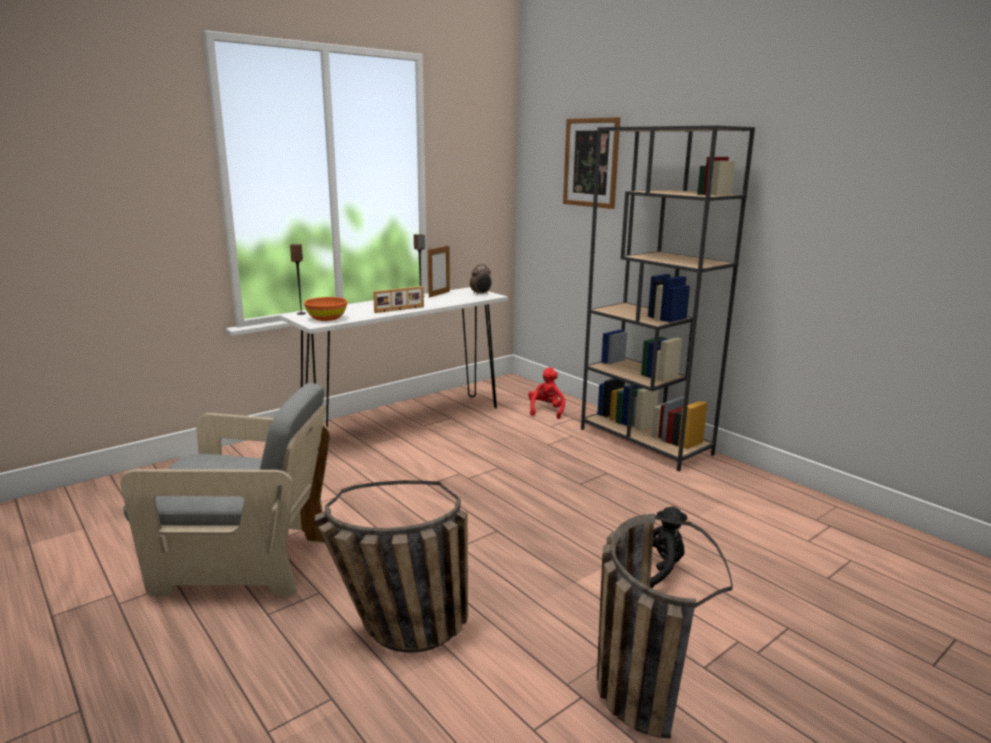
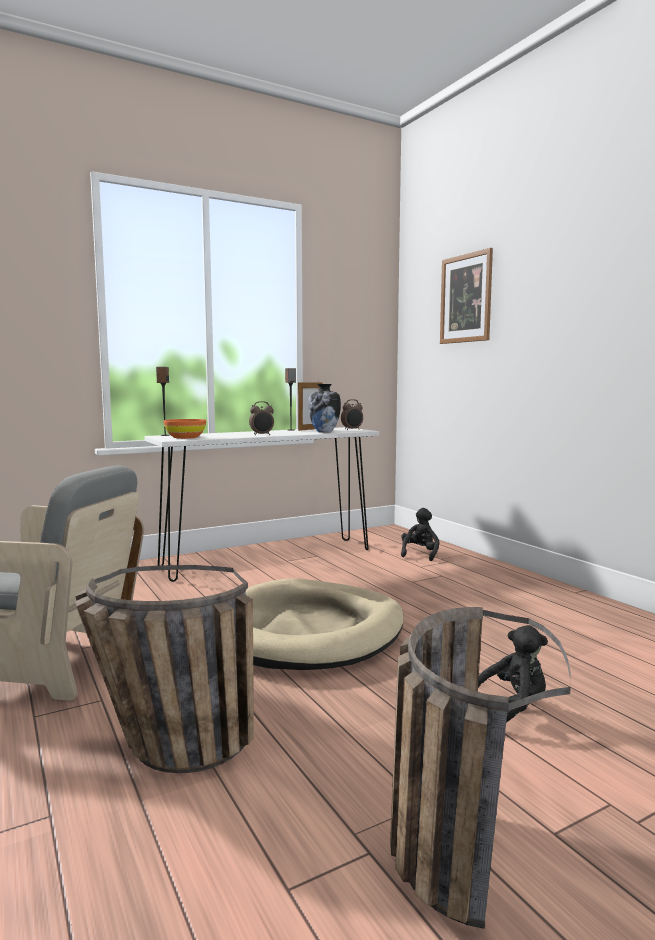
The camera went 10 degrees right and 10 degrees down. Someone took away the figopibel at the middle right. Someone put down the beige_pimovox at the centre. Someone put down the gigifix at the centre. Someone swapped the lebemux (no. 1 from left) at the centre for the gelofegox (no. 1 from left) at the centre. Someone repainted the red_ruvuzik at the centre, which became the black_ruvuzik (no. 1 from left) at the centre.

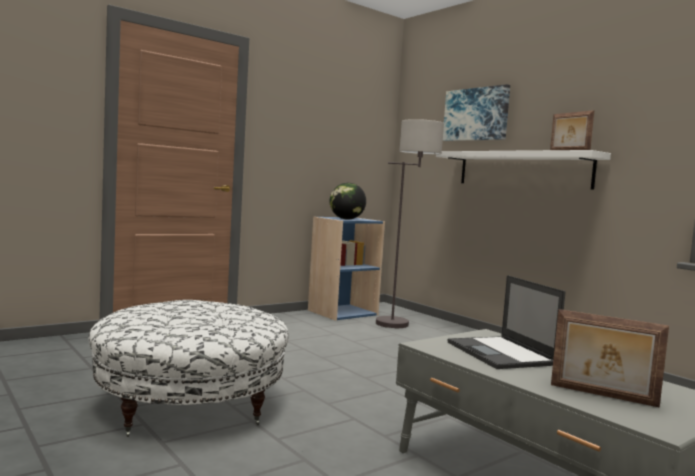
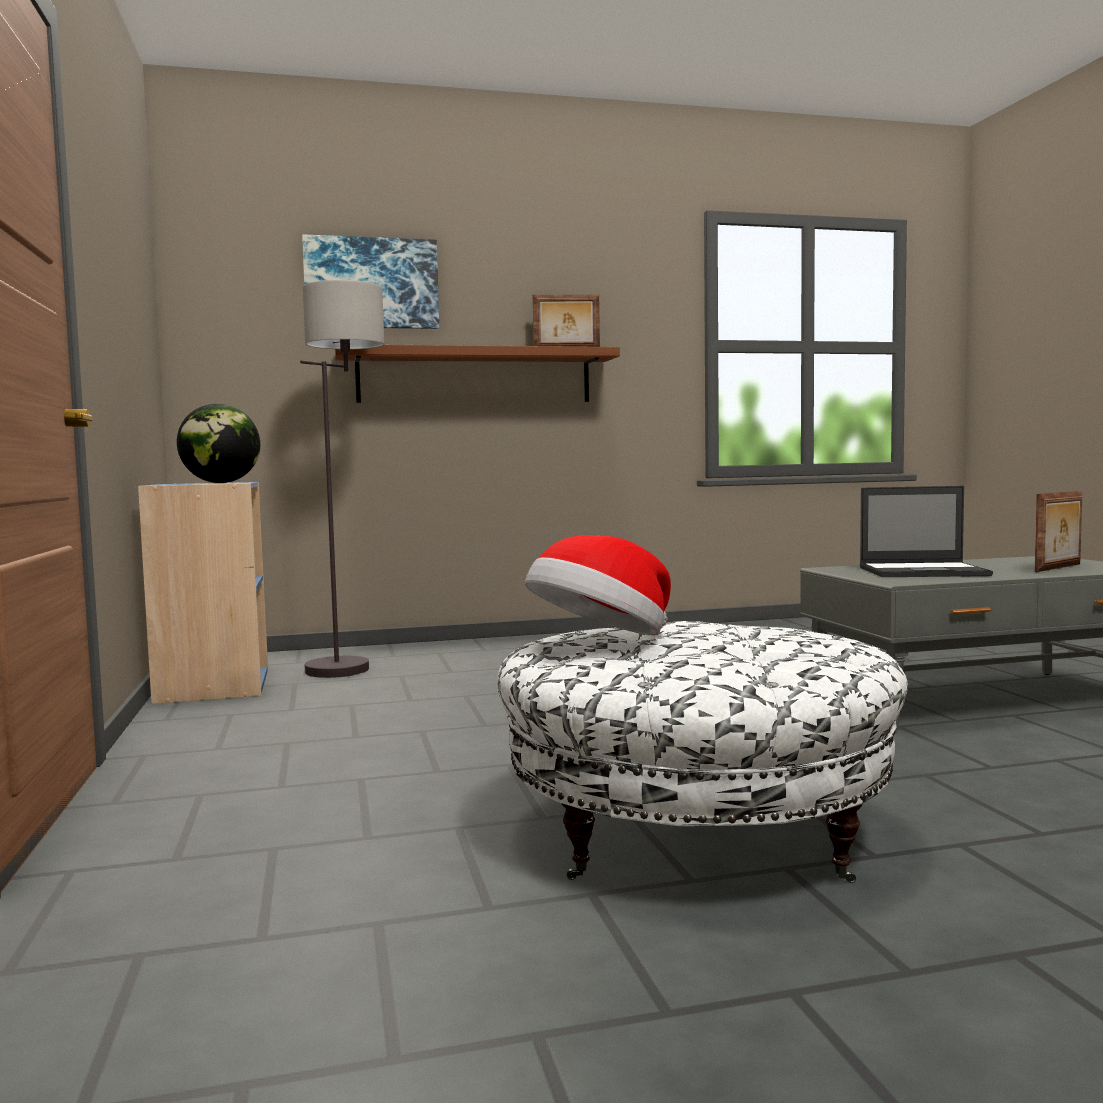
The camera went 65 degrees left and 0 degrees up. Someone put down the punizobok at the centre. Someone repainted the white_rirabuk at the middle right, which became the brown_rirabuk at the centre.

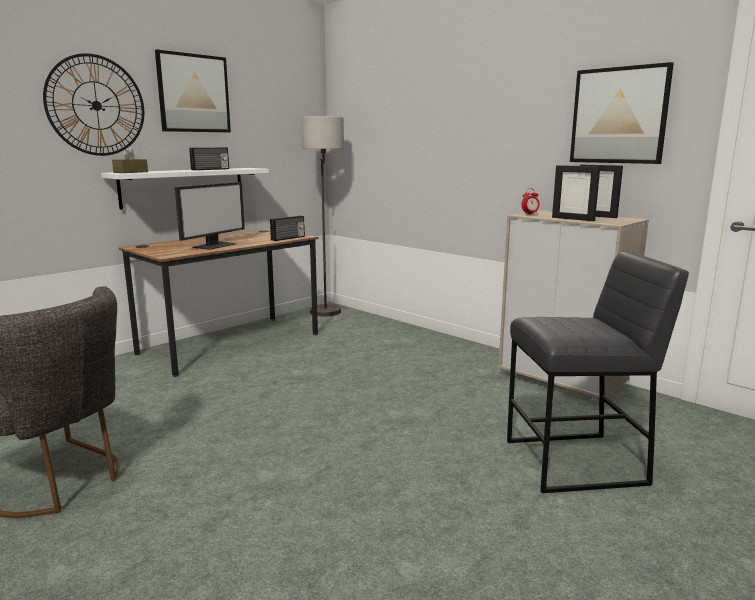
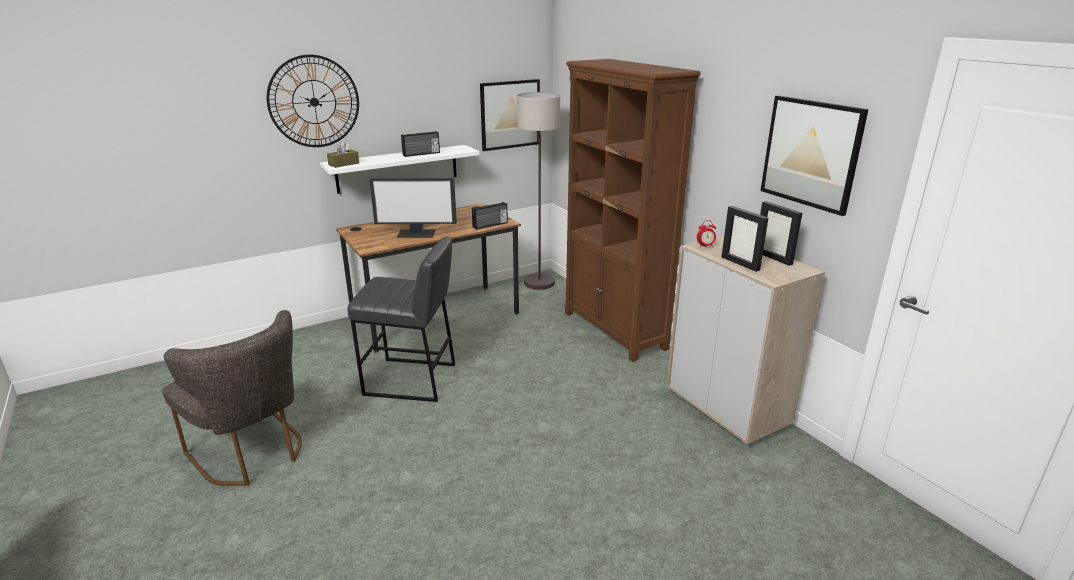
The camera went 15 degrees right and 10 degrees up. Someone put down the brown_figopibel at the centre. Someone carried the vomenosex (no. 1 from left) from the top left to the top centre. Someone carried the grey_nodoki from the middle right to the centre. Someone rotated the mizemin at the middle left by 45 degrees clockwise.

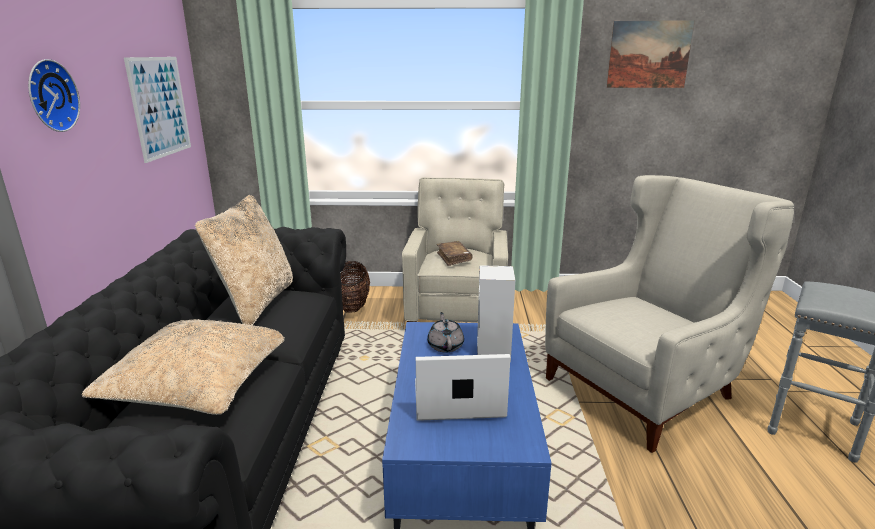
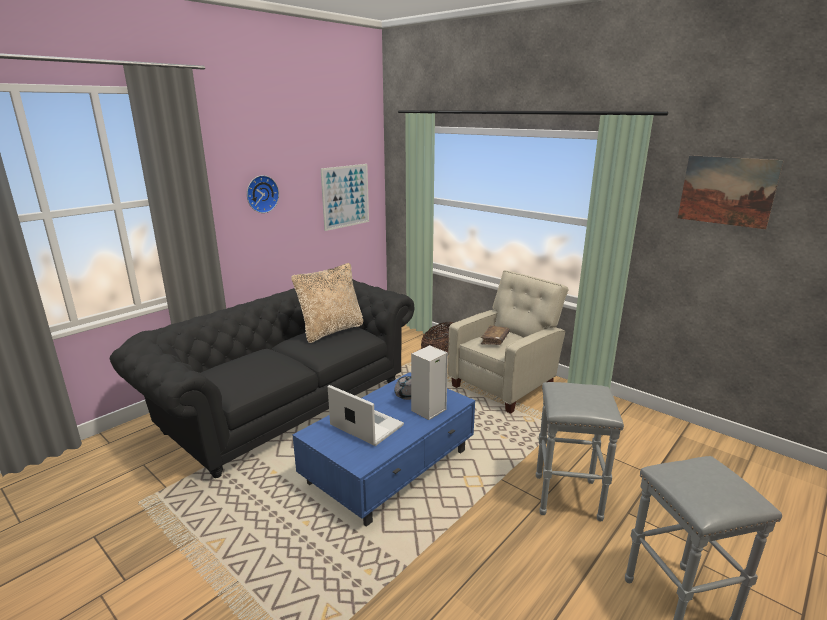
The camera went 40 degrees right and 0 degrees up. Someone took away the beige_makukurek (no. 1 from left) at the bottom left. Someone swapped the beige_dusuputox (no. 2 from left) at the middle right for the grey_nodoki (no. 1 from left) at the bottom right.

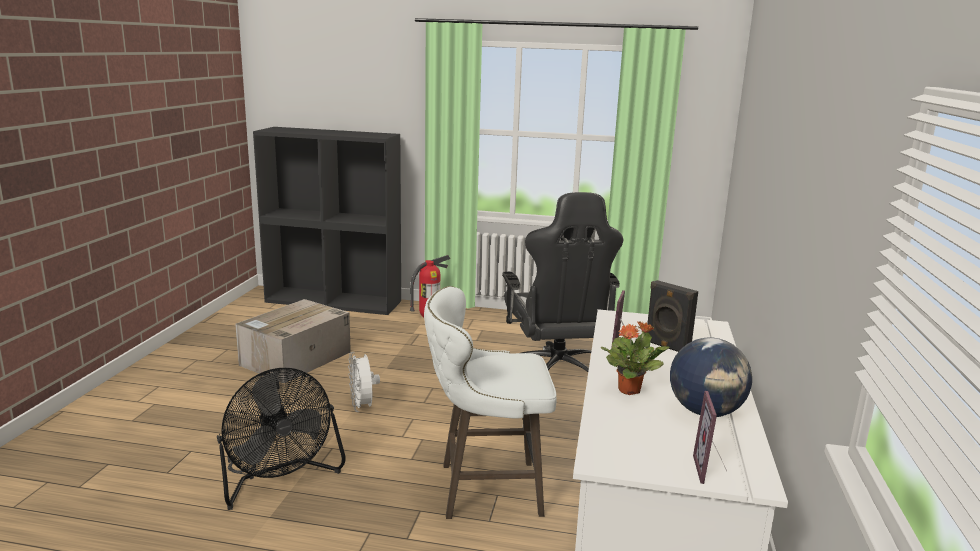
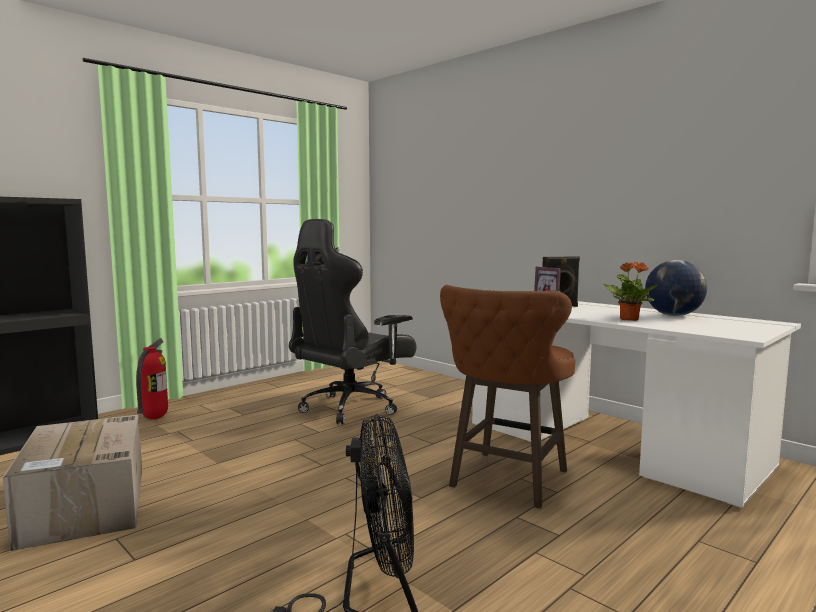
The camera went 55 degrees left and 10 degrees down. Someone took away the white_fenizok at the bottom centre. Someone took away the lebemux (no. 2 from left) at the bottom right. Someone repainted the white_nodoki at the bottom centre, which became the brown_nodoki at the centre. Someone rotated the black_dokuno at the centre by 105 degrees clockwise.

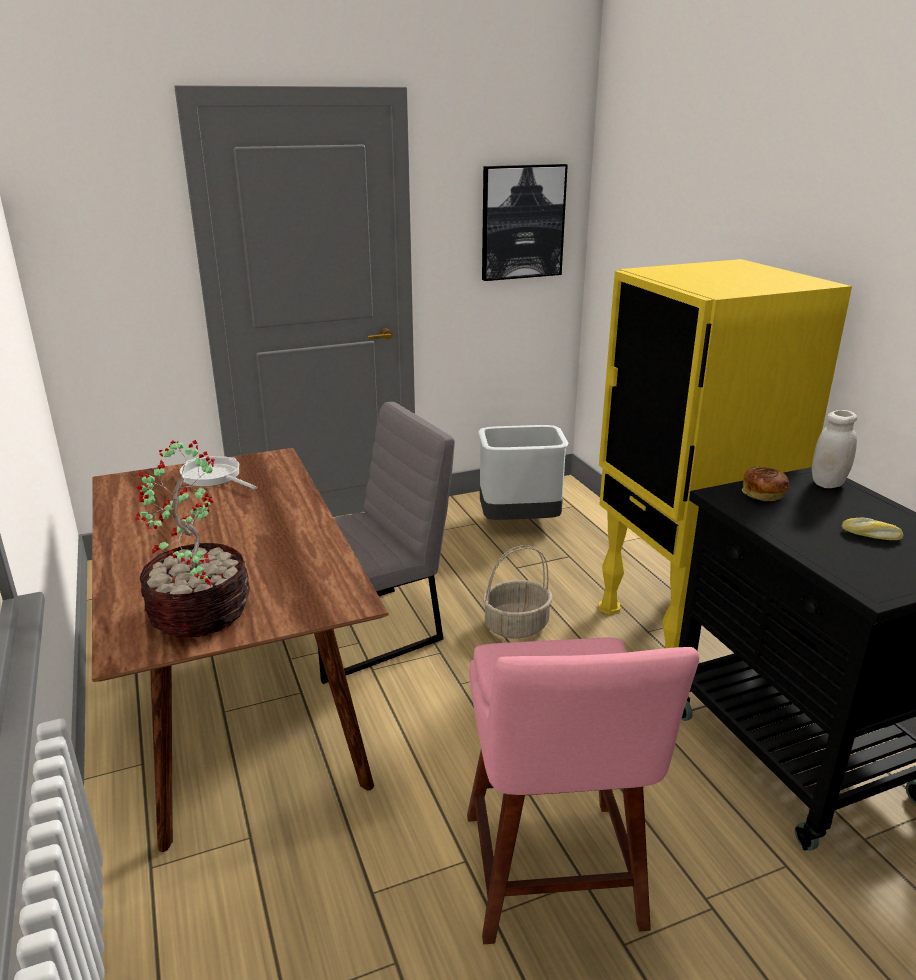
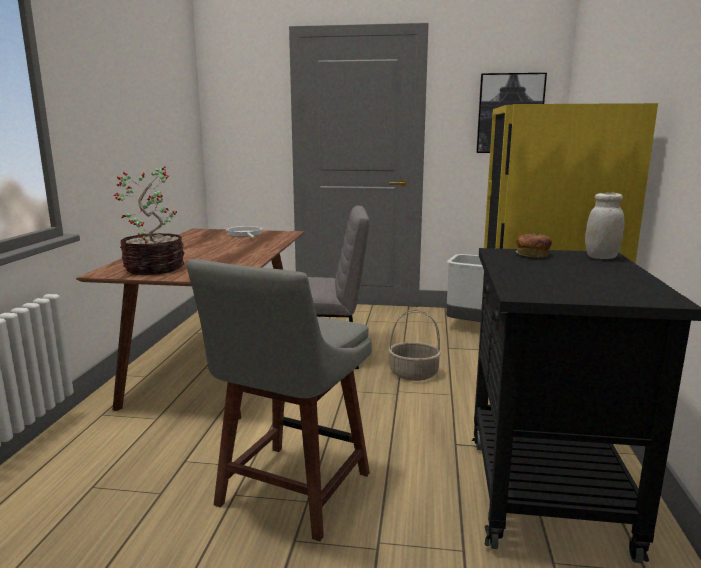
The camera went 30 degrees right and 10 degrees down. Someone took away the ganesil (no. 2 from left) at the middle right. Someone repainted the pink_nodoki at the bottom centre, which became the grey_nodoki at the bottom centre.

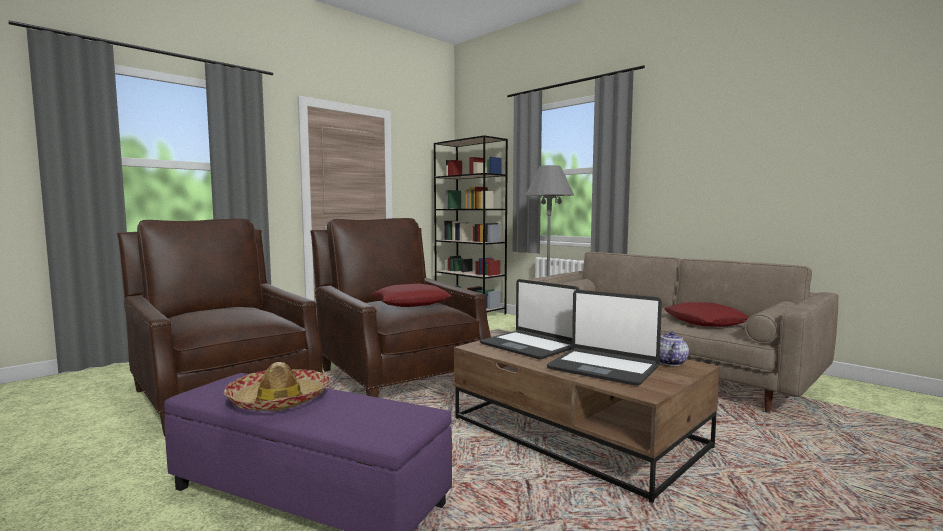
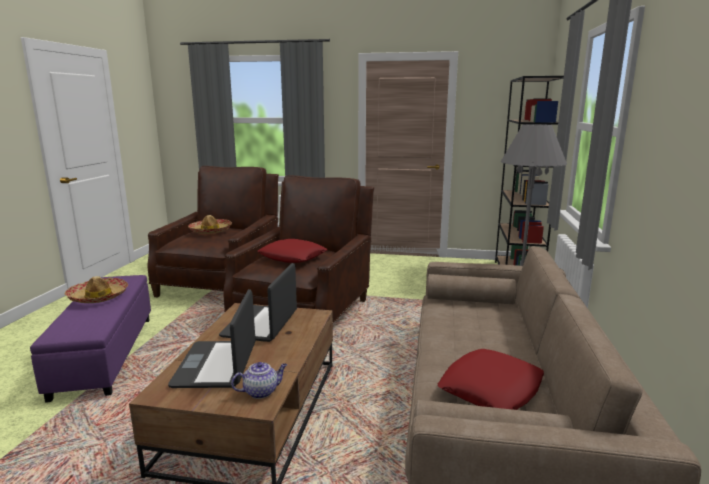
The camera went 55 degrees right and 10 degrees up. Someone put down the punizobok (no. 2 from left) at the middle left.

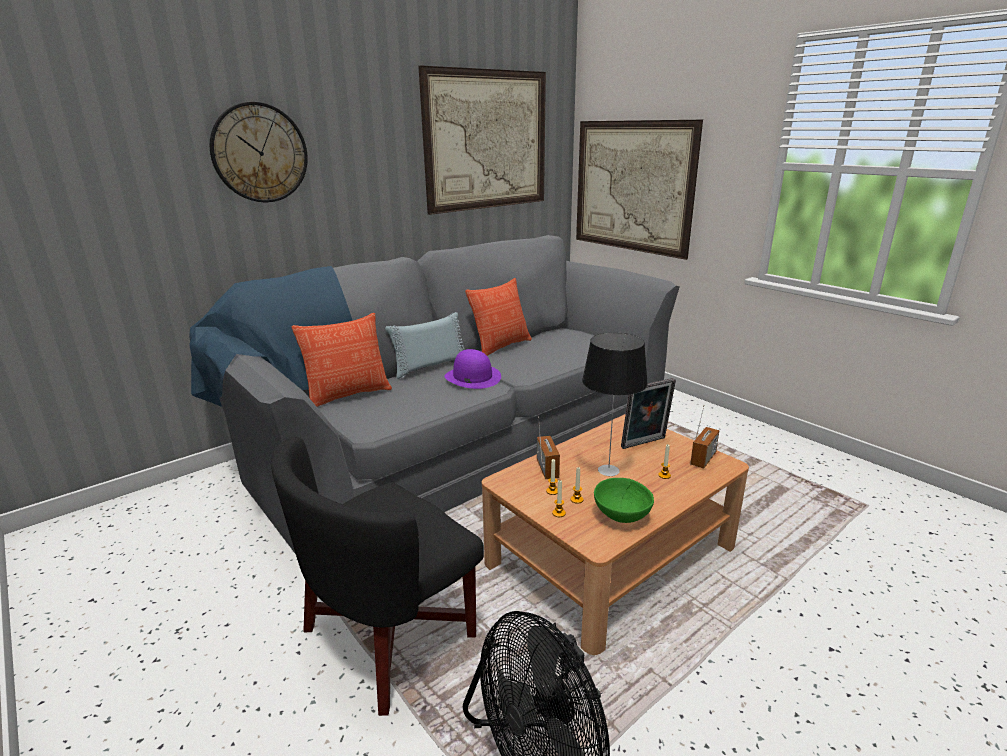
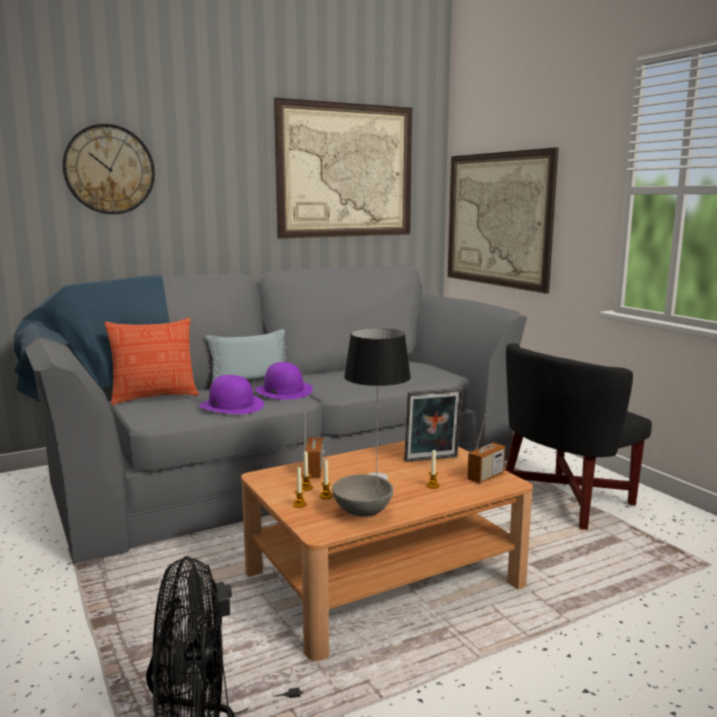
The camera went 10 degrees right and 10 degrees down. Someone took away the orange_makukurek (no. 2 from left) at the centre. Someone put down the purple_punizobok (no. 1 from left) at the middle left. Someone carried the black_dusuputox from the bottom centre to the middle right. Someone repainted the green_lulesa at the centre, which became the grey_lulesa at the bottom centre.

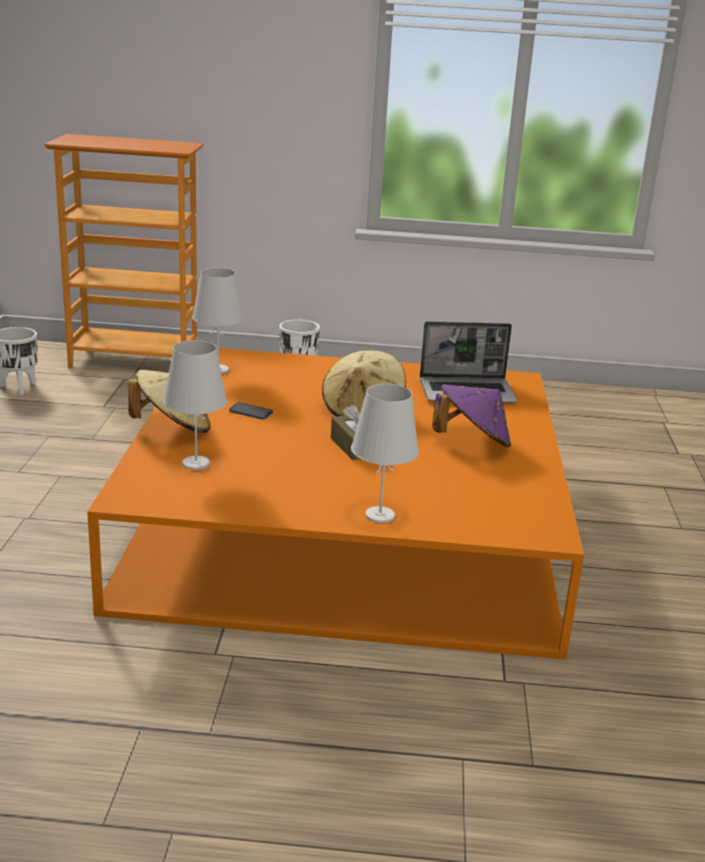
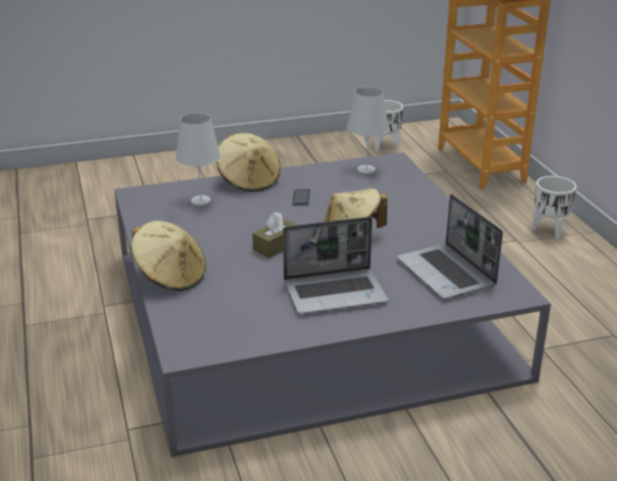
The camera went 70 degrees right and 5 degrees up. Someone swapped the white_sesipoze (no. 3 from left) at the centre for the beige_punizobok (no. 1 from left) at the middle left. Someone swapped the purple_punizobok at the middle right for the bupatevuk (no. 1 from left) at the centre. Someone repainted the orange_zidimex at the centre, which became the grey_zidimex at the centre.

